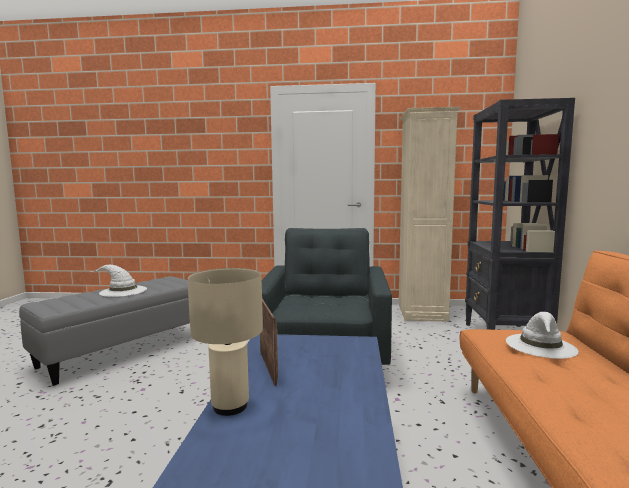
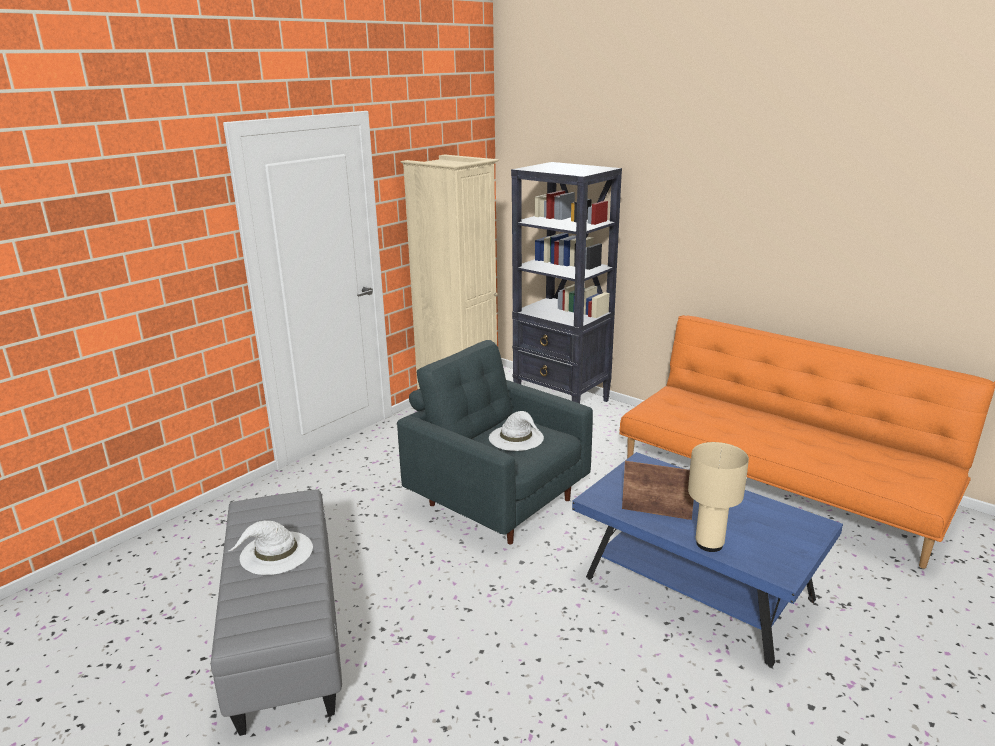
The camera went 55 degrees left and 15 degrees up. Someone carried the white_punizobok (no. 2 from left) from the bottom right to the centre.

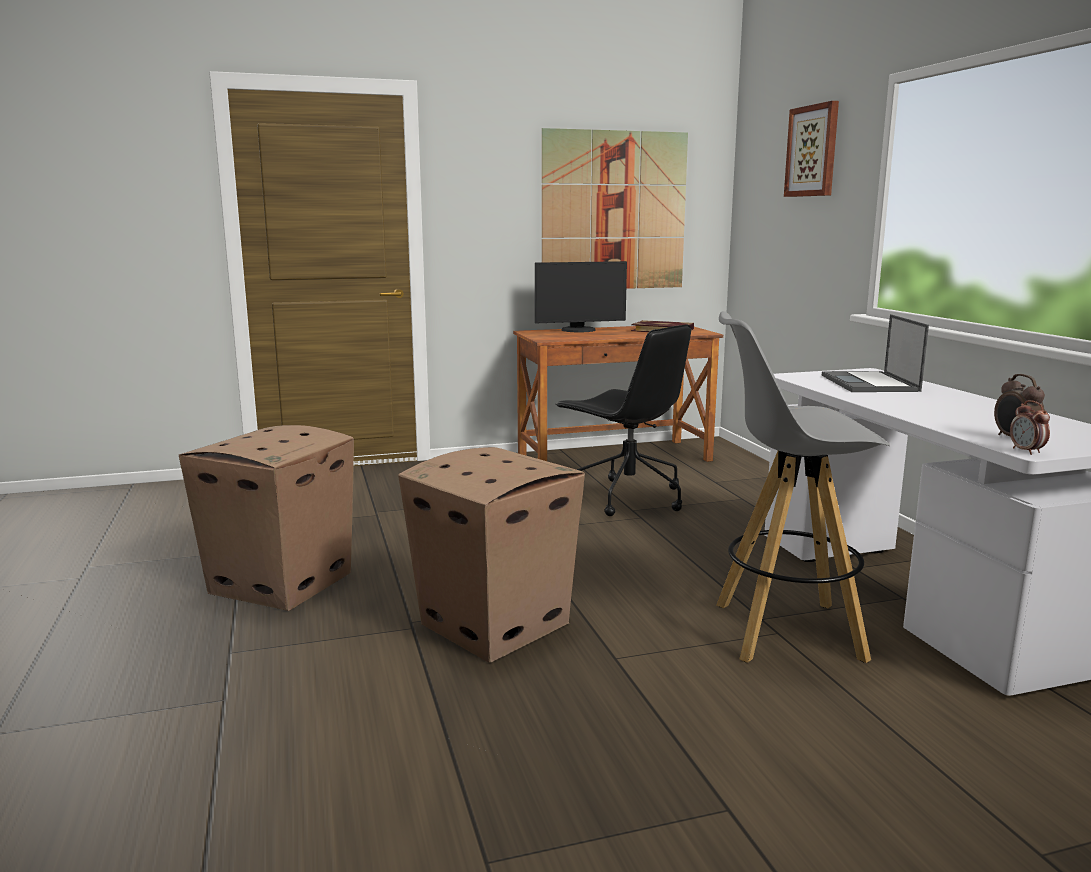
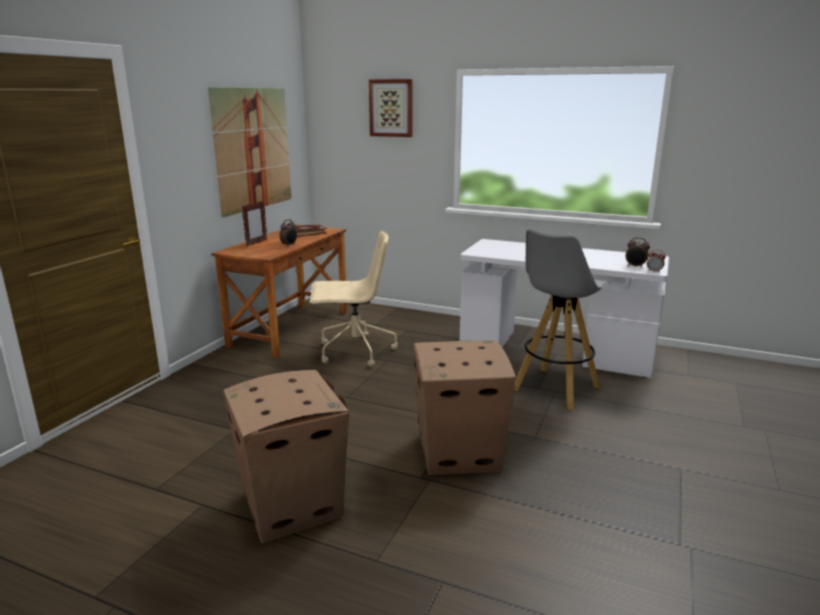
The camera went 50 degrees left and 5 degrees up. Someone took away the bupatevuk at the middle right. Someone put down the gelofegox (no. 1 from left) at the centre. Someone swapped the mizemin at the centre for the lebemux at the middle left. Someone repainted the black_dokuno at the centre, which became the beige_dokuno at the centre.

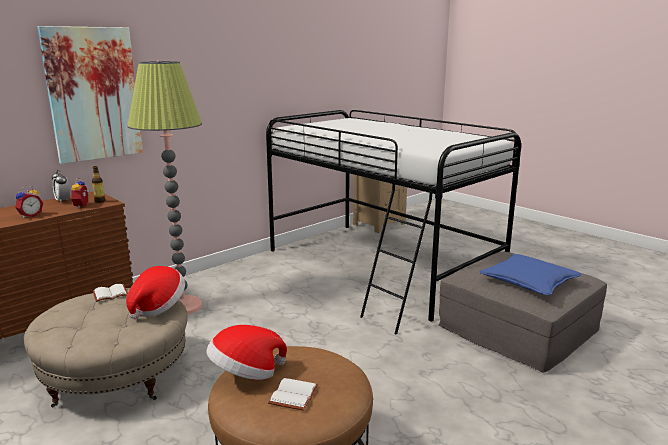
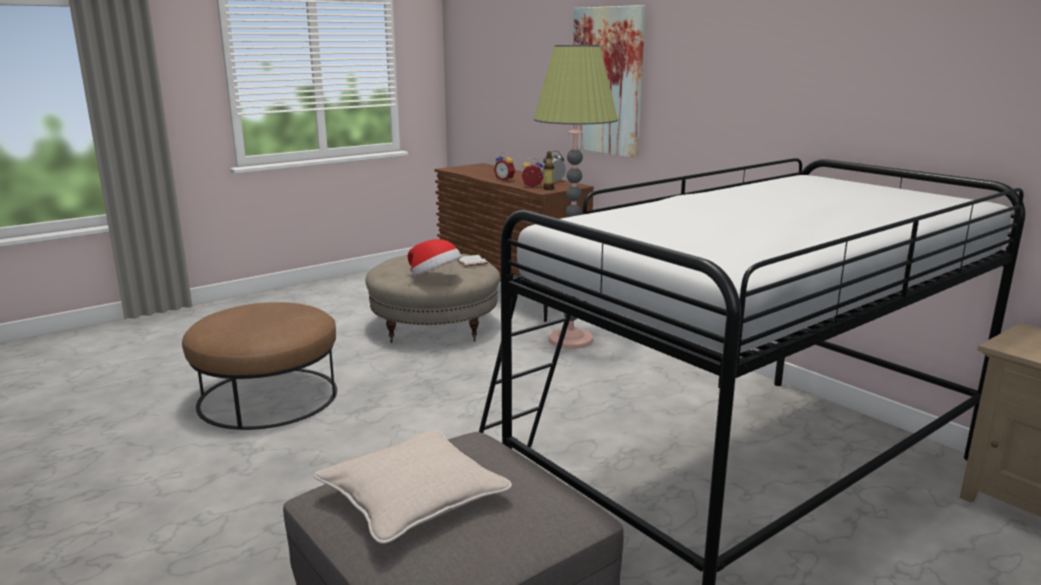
The camera went 95 degrees right and 0 degrees up. Someone took away the punizobok (no. 2 from left) at the bottom centre. Someone took away the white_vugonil (no. 2 from left) at the bottom centre. Someone repainted the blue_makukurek at the middle right, which became the beige_makukurek at the bottom centre.

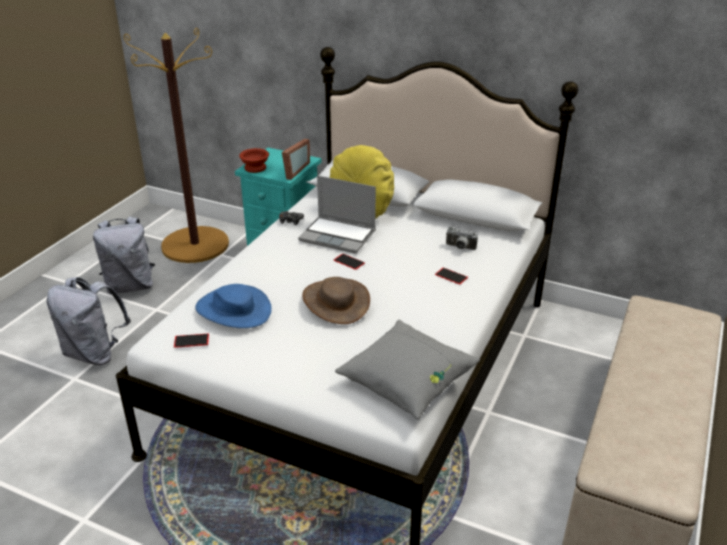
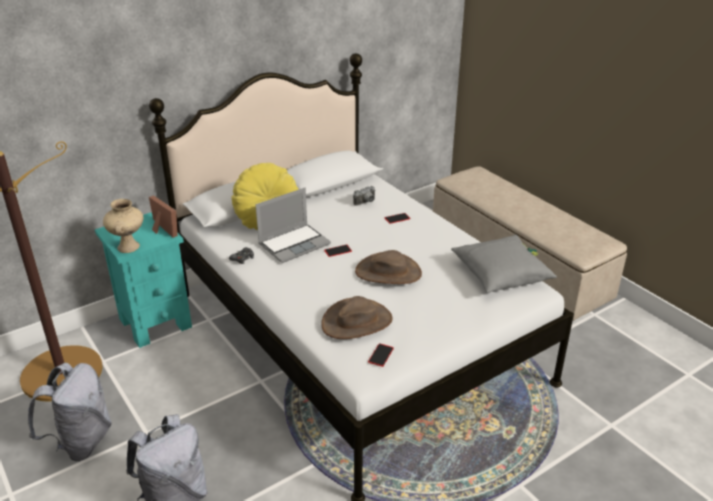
The camera went 60 degrees left and 0 degrees up. Someone swapped the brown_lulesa at the top centre for the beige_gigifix at the middle left. Someone repainted the blue_punizobok at the middle left, which became the brown_punizobok (no. 1 from left) at the centre.

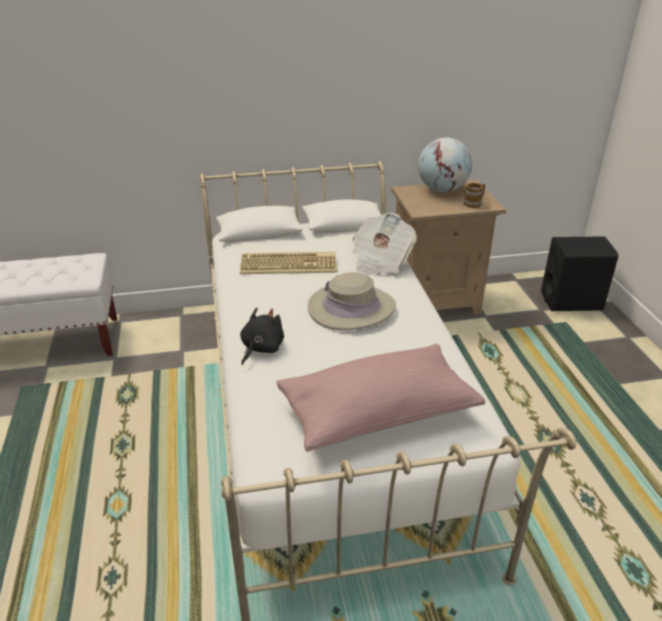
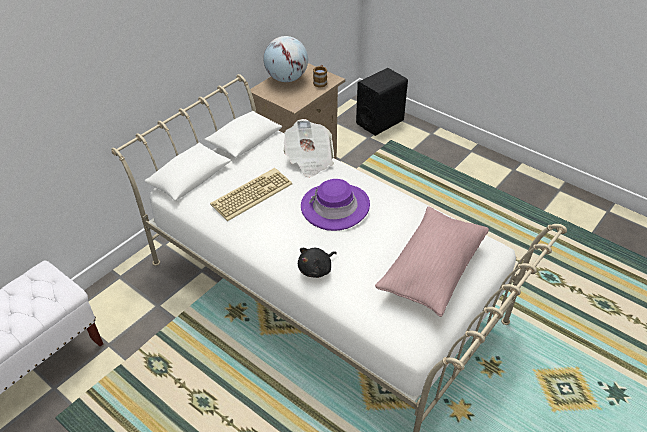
The camera went 40 degrees left and 10 degrees up. Someone repainted the beige_punizobok at the centre, which became the purple_punizobok at the centre. Someone rotated the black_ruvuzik at the centre by 120 degrees counterclockwise.

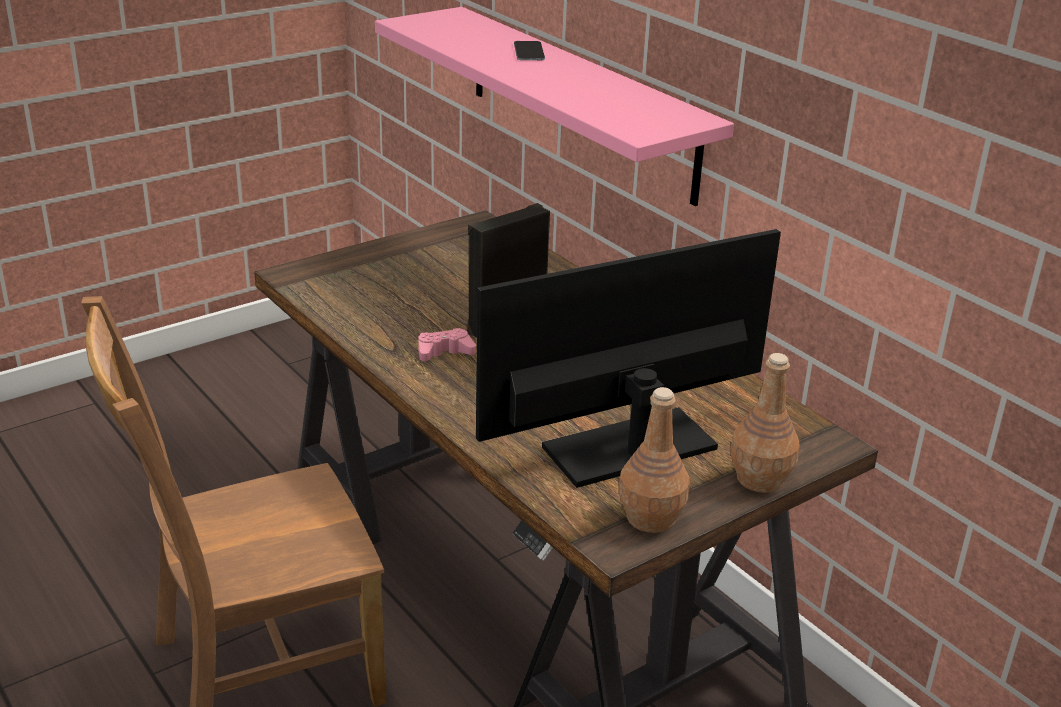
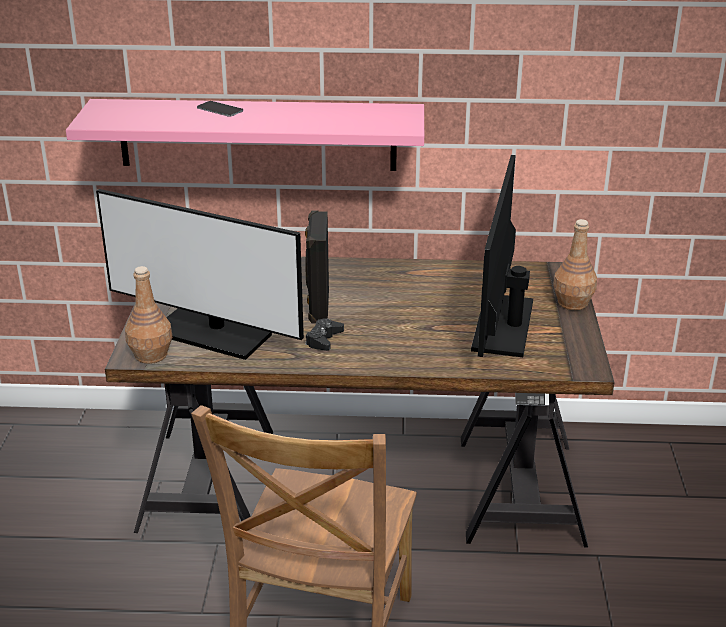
The camera went 50 degrees left and 0 degrees up. Someone put down the mizemin (no. 1 from left) at the middle left. Someone carried the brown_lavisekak (no. 1 from left) from the centre to the middle left. Someone repainted the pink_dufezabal at the centre, which became the black_dufezabal at the centre.

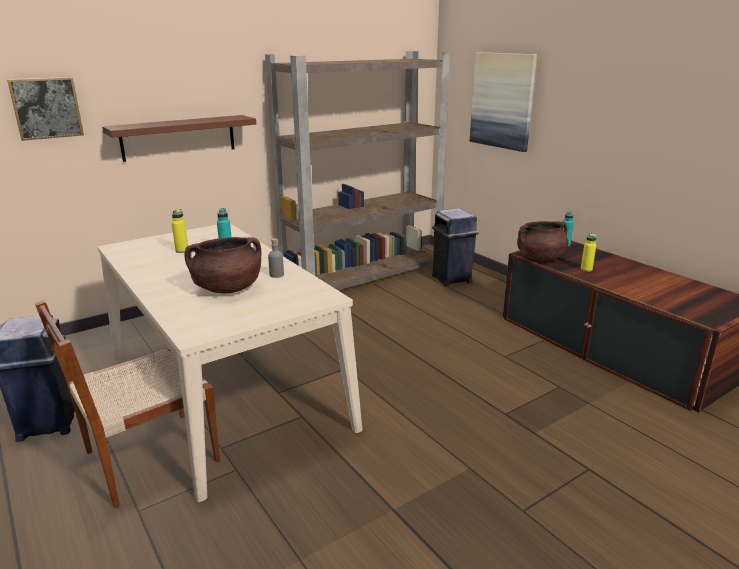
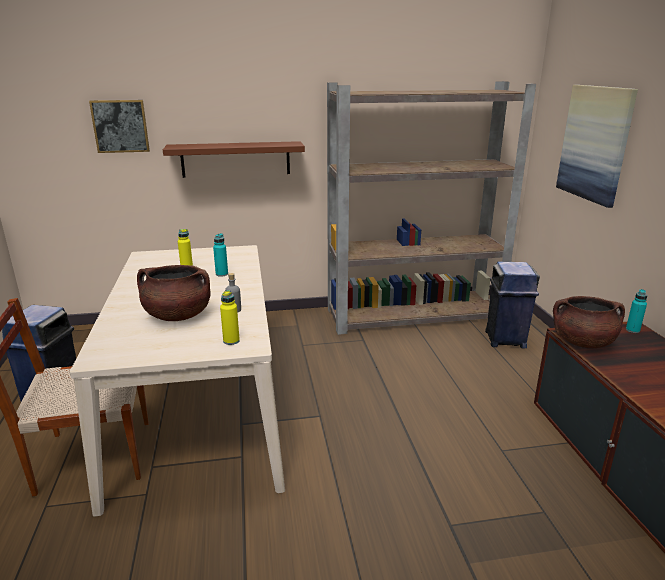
The camera went 25 degrees right and 0 degrees up. Someone carried the yellow_lavisekak (no. 2 from left) from the middle right to the centre.

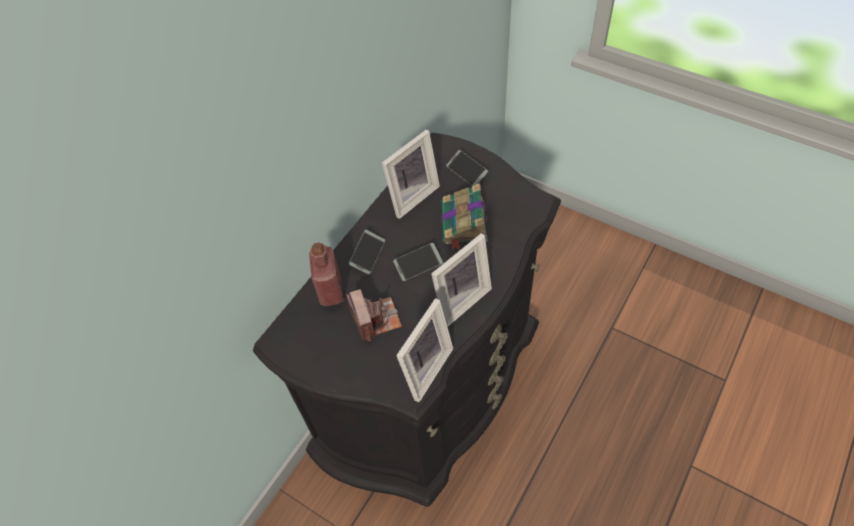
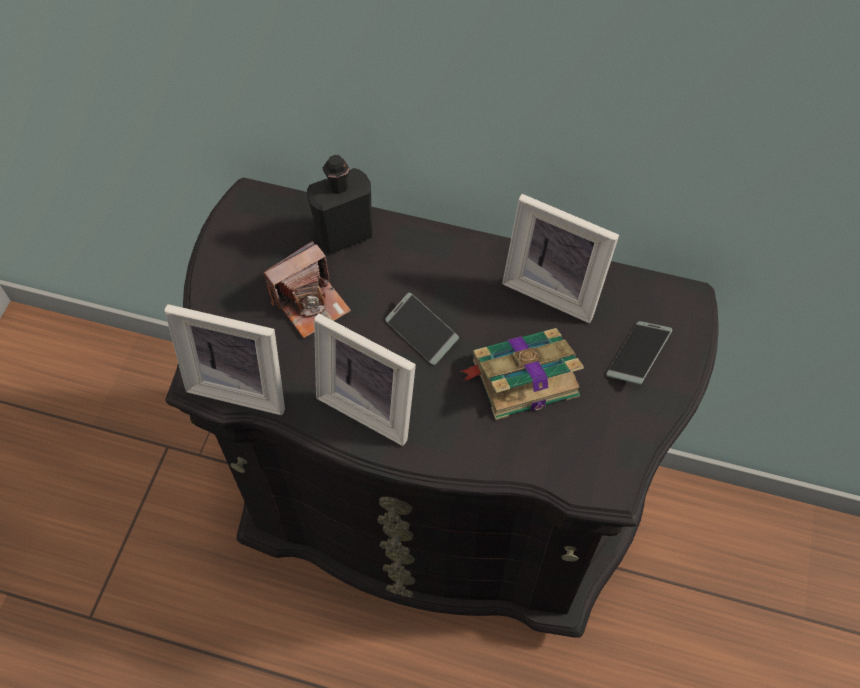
The camera went 70 degrees right and 5 degrees up. Someone took away the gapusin (no. 1 from left) at the centre. Someone repainted the red_lavisekak at the centre, which became the black_lavisekak at the top centre.

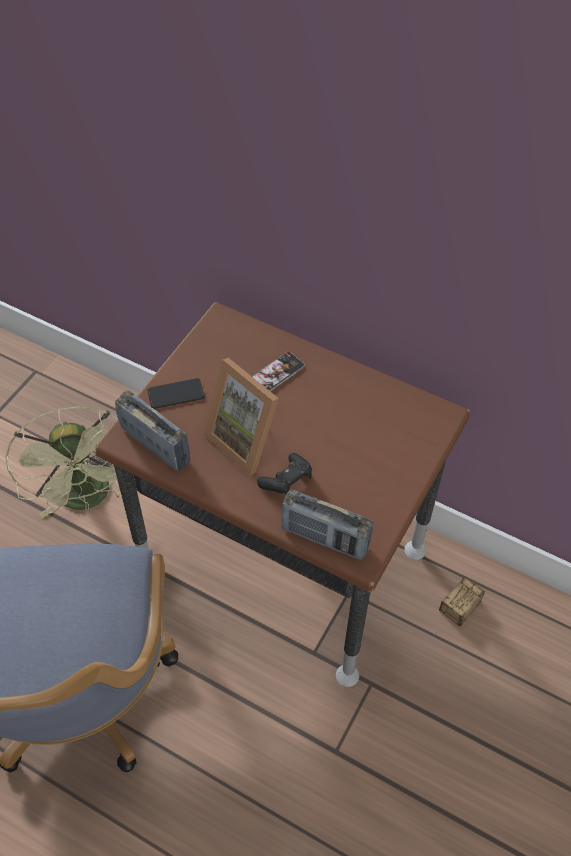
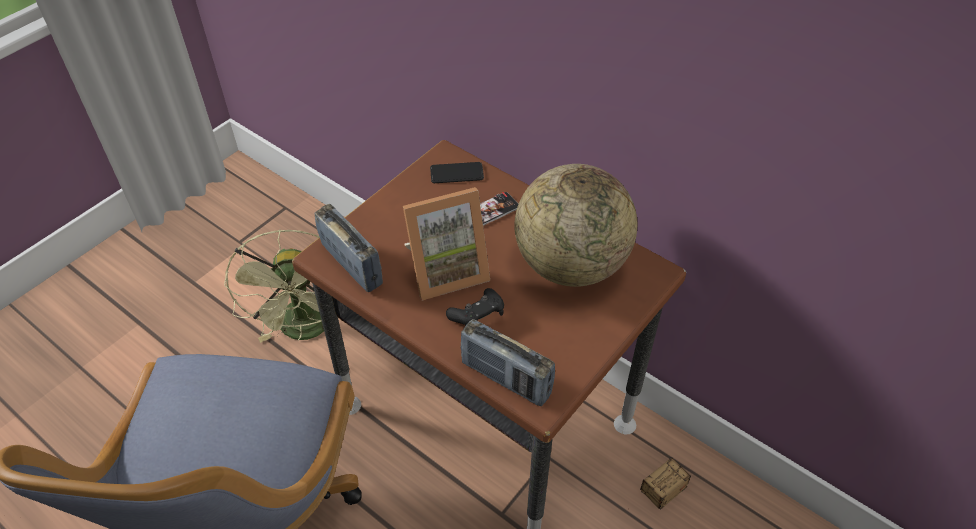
The camera went 10 degrees right and 5 degrees down. Someone put down the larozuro at the centre. Someone carried the gapusin (no. 1 from left) from the middle left to the top centre. Someone rotated the lebemux at the centre by 75 degrees counterclockwise.

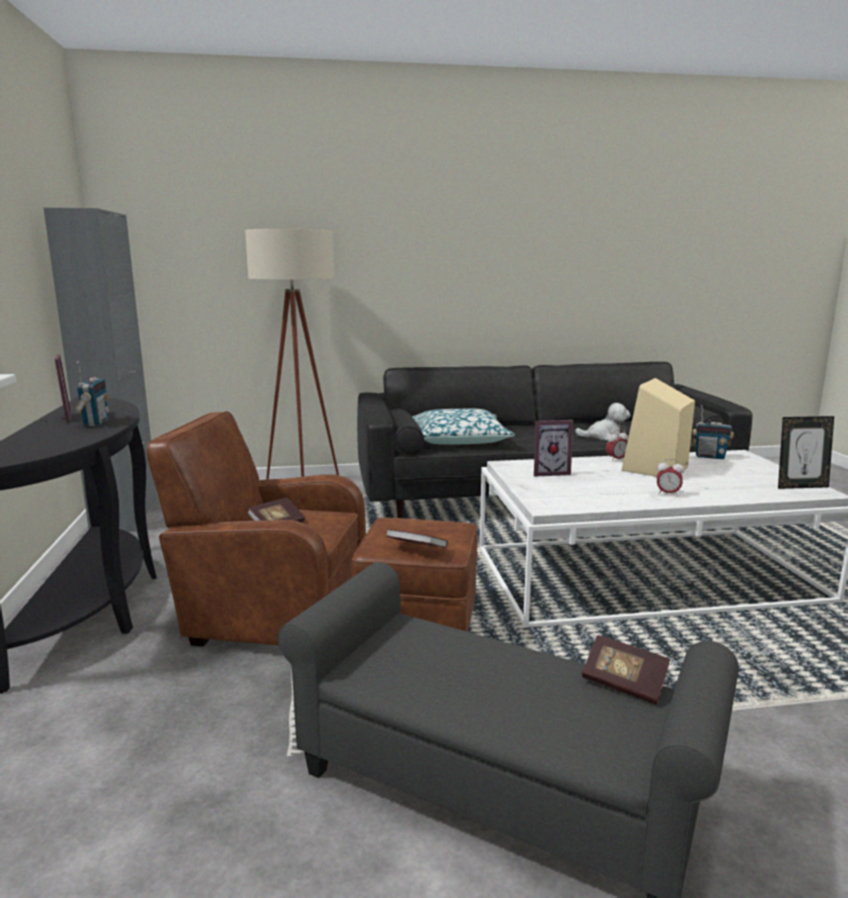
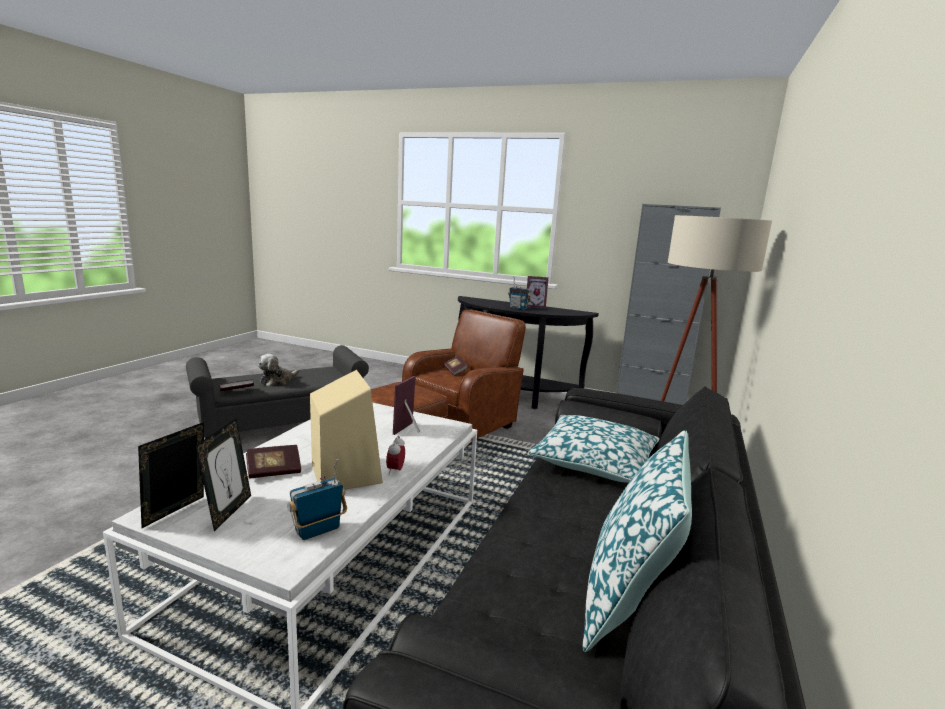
The camera went 120 degrees right and 0 degrees up. Someone took away the gelofegox (no. 2 from left) at the middle right. Someone put down the lebemux (no. 2 from left) at the bottom left. Someone put down the makukurek (no. 2 from left) at the bottom right. Someone carried the vugonil (no. 2 from left) from the centre to the middle left. Someone carried the ruvuzik from the middle right to the middle left.

